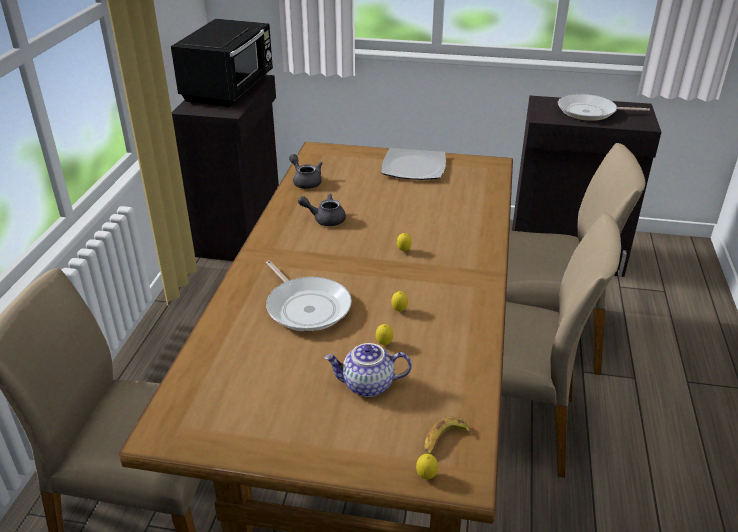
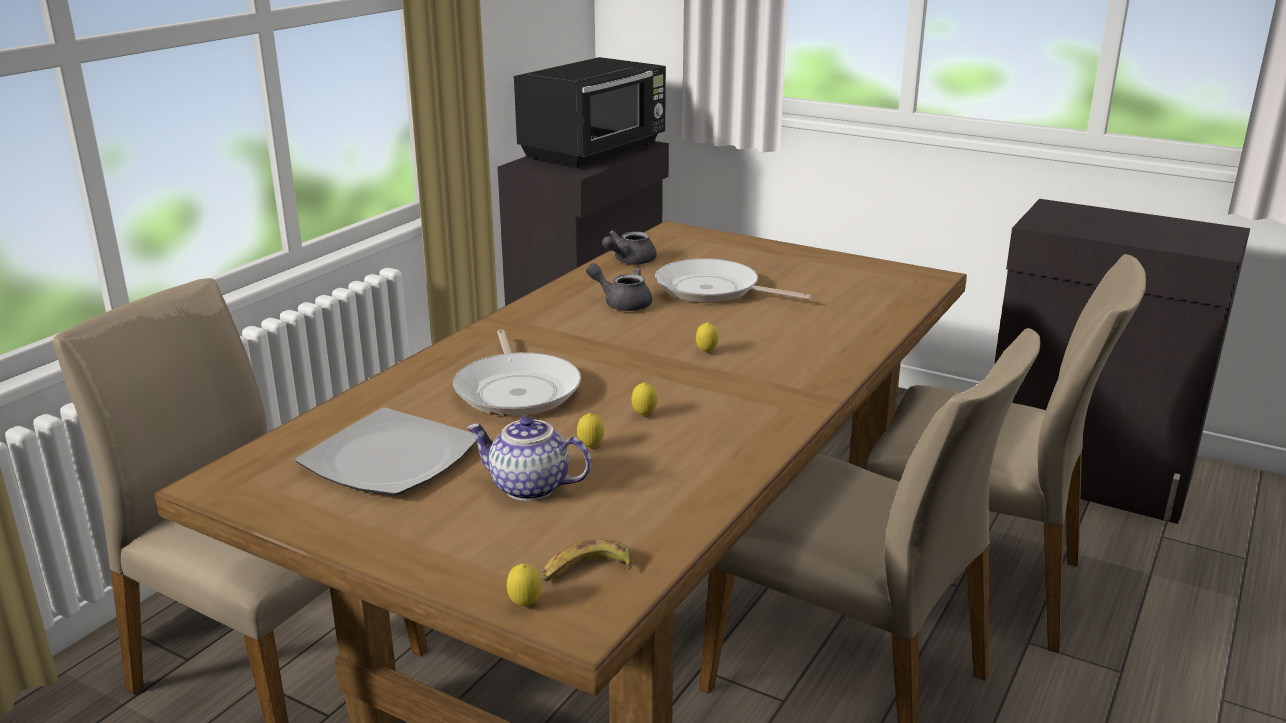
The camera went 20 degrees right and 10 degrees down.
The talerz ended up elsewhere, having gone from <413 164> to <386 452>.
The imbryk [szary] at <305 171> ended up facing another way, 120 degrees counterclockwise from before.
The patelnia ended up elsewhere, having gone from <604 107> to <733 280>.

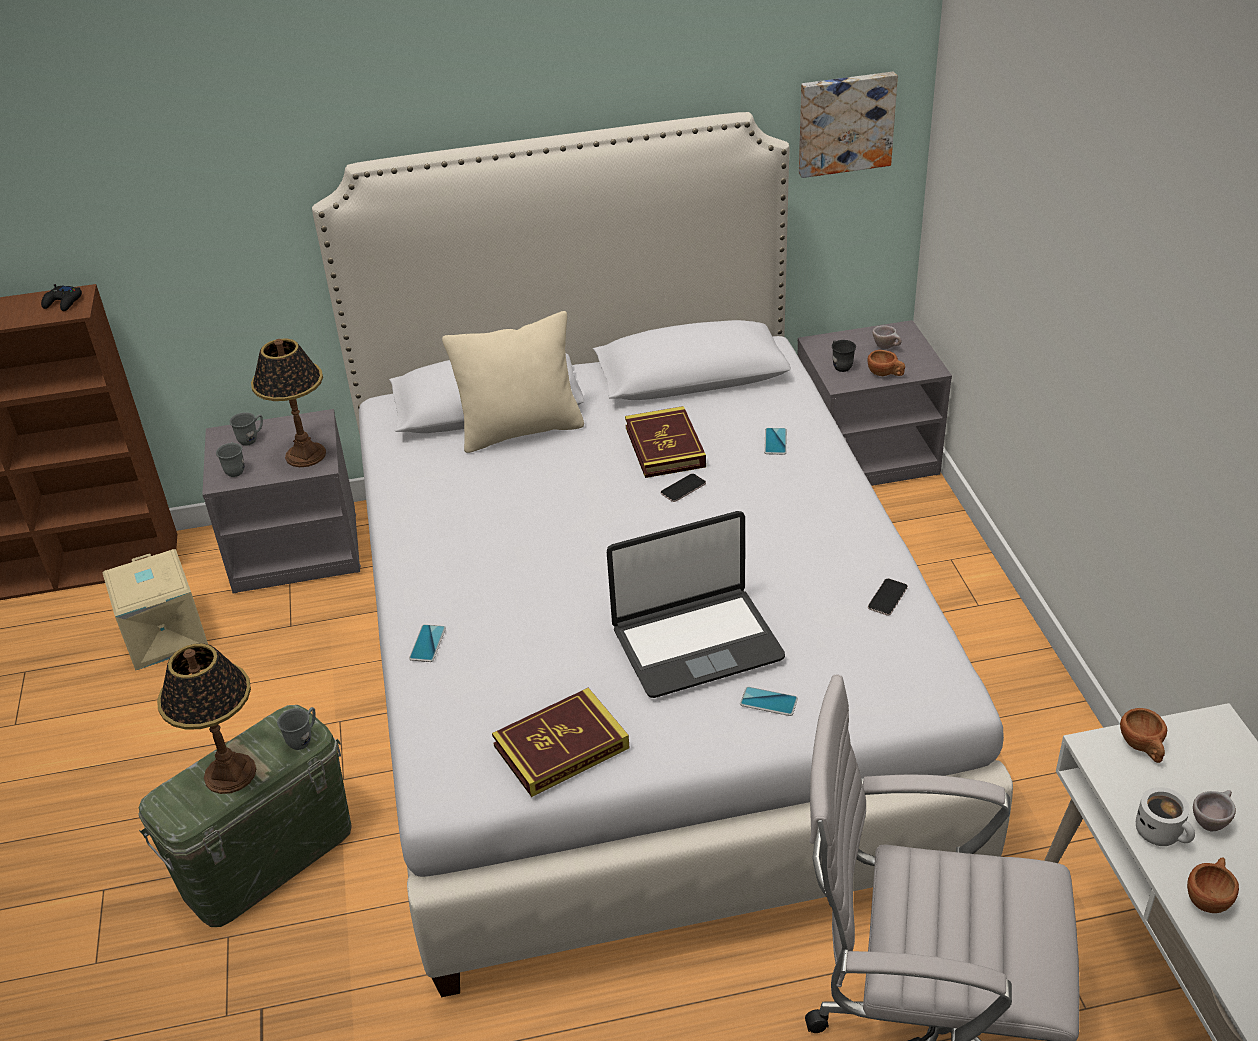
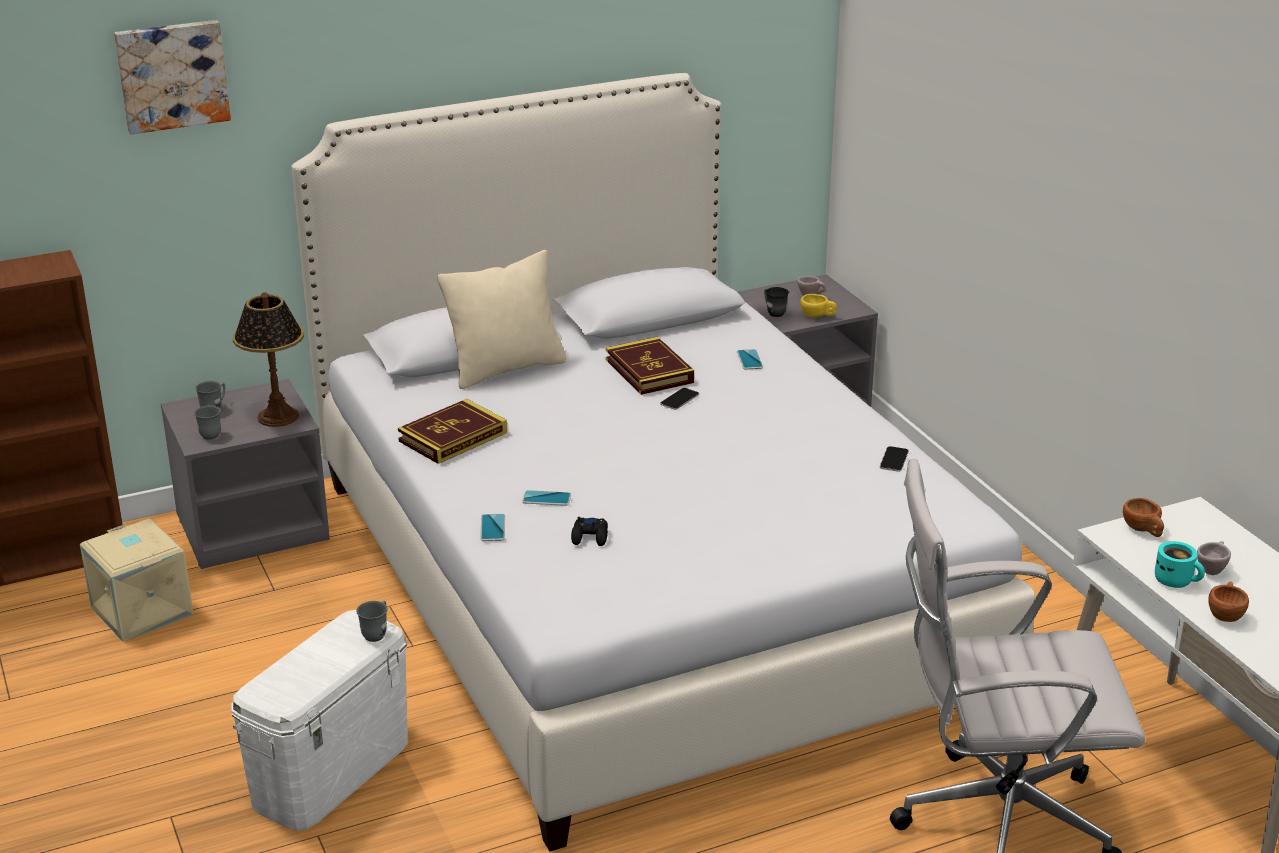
The camera went 15 degrees left and 10 degrees down.
The obraz ended up elsewhere, having gone from <848 125> to <172 77>.
What was the pojemnik do przechowywania [zielony] at <245 816> turned into the pojemnik do przechowywania [biały] at <319 720>.
The książka ended up elsewhere, having gone from <560 742> to <452 431>.
The telefon ended up elsewhere, having gone from <769 701> to <546 498>.
The pad do gier [czarny] ended up elsewhere, having gone from <61 297> to <589 531>.
What was the filiżanka [brązowy] at <886 363> turned into the filiżanka [żółty] at <818 305>.
What was the kubek [biały] at <1165 816> turned into the kubek [turkusowy] at <1180 564>.
The second view lost the lampa stołowa at <206 718>.
The second view lost the laptop at <696 604>.

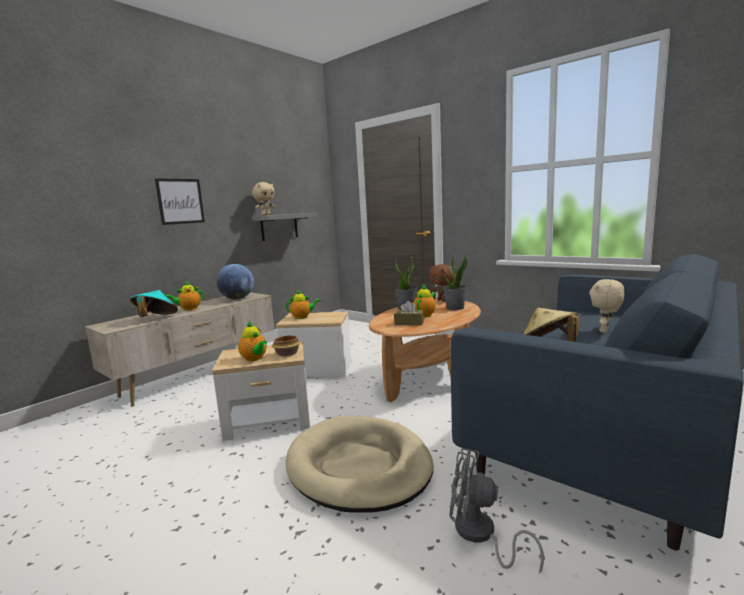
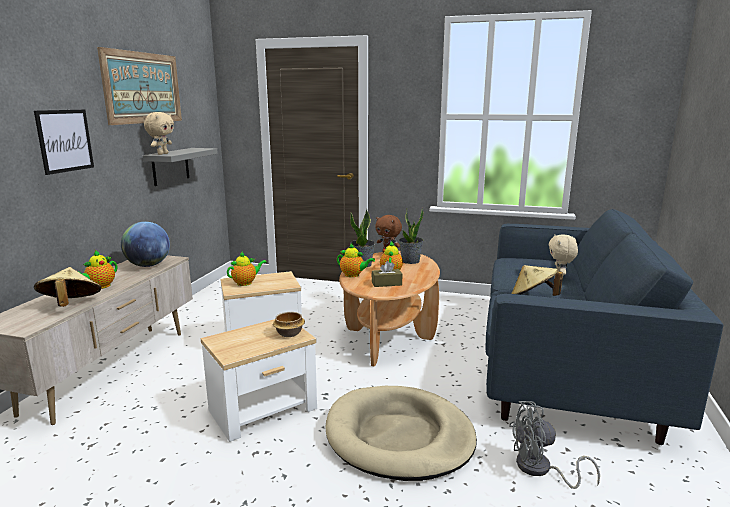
The camera went 25 degrees left and 5 degrees up.
What was the kapelusz [turkusowy] at <154 303> turned into the kapelusz [beżowy] at <67 287>.
The second view gained the obraz at <139 86>.
The imbryk ended up elsewhere, having gone from <252 341> to <356 260>.

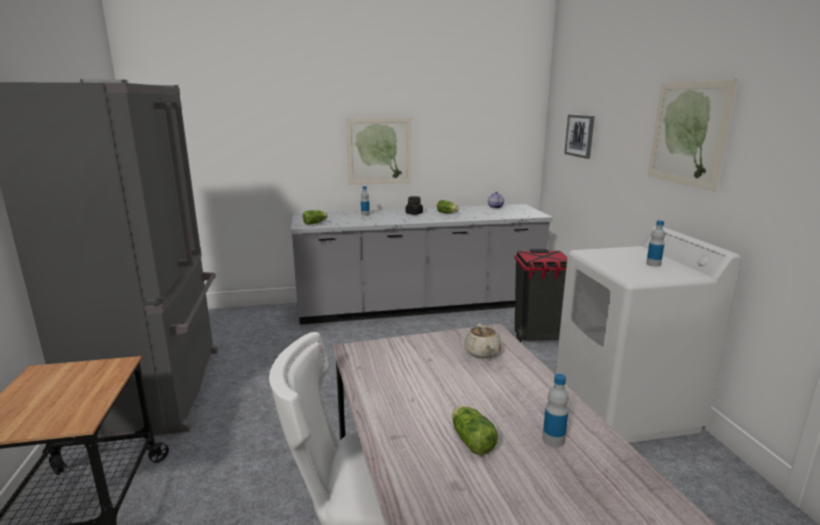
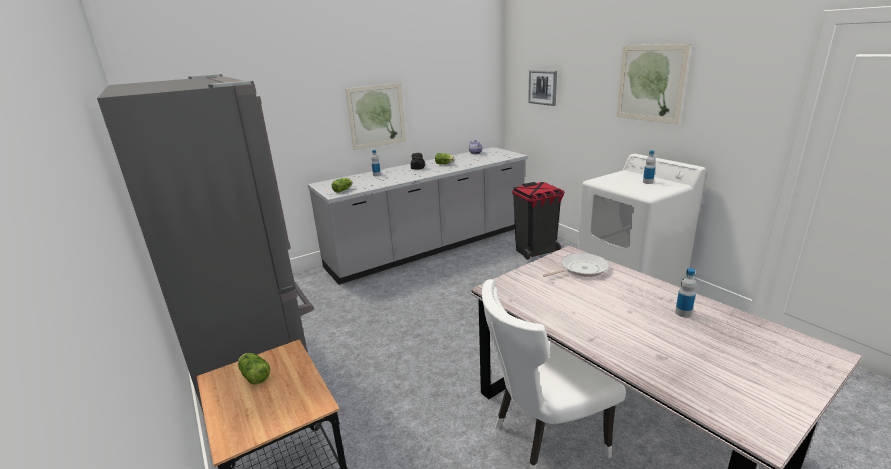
The camera went 20 degrees left and 5 degrees up.
The sałata ended up elsewhere, having gone from <475 430> to <254 369>.
Where the imbryk [beżowy] stood at <483 341>, the patelnia came to stand at <576 265>.

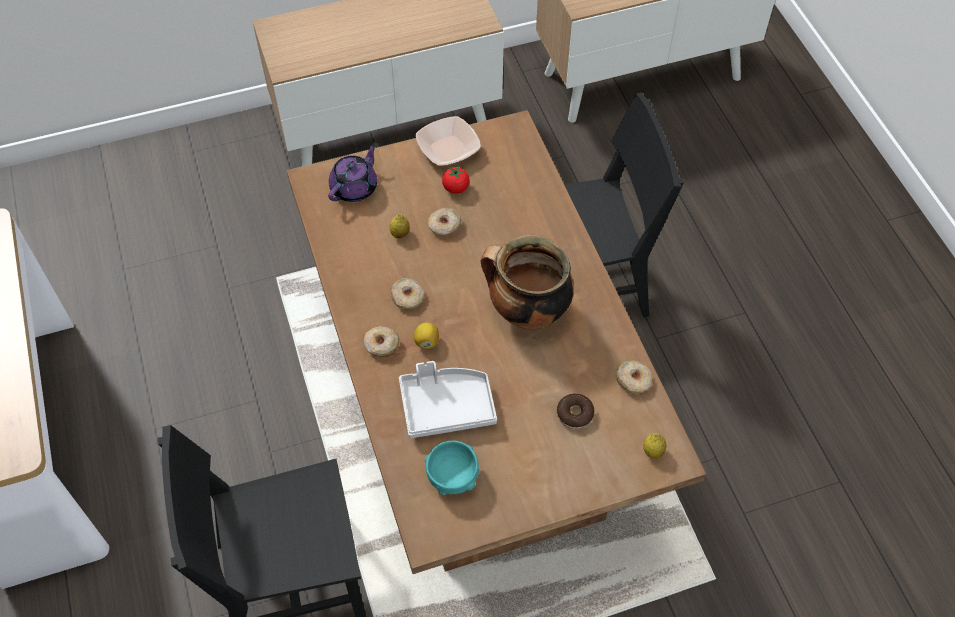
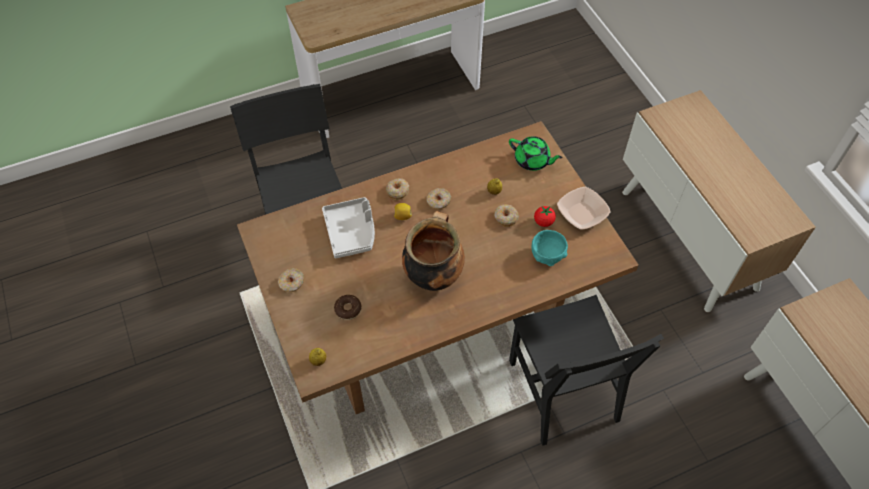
The camera went 85 degrees right and 0 degrees up.
The donut ended up elsewhere, having gone from <634 377> to <291 280>.
What was the imbryk [fioletowy] at <352 172> turned into the imbryk [zielony] at <536 153>.
The miska [turkusowy] ended up elsewhere, having gone from <452 468> to <550 248>.

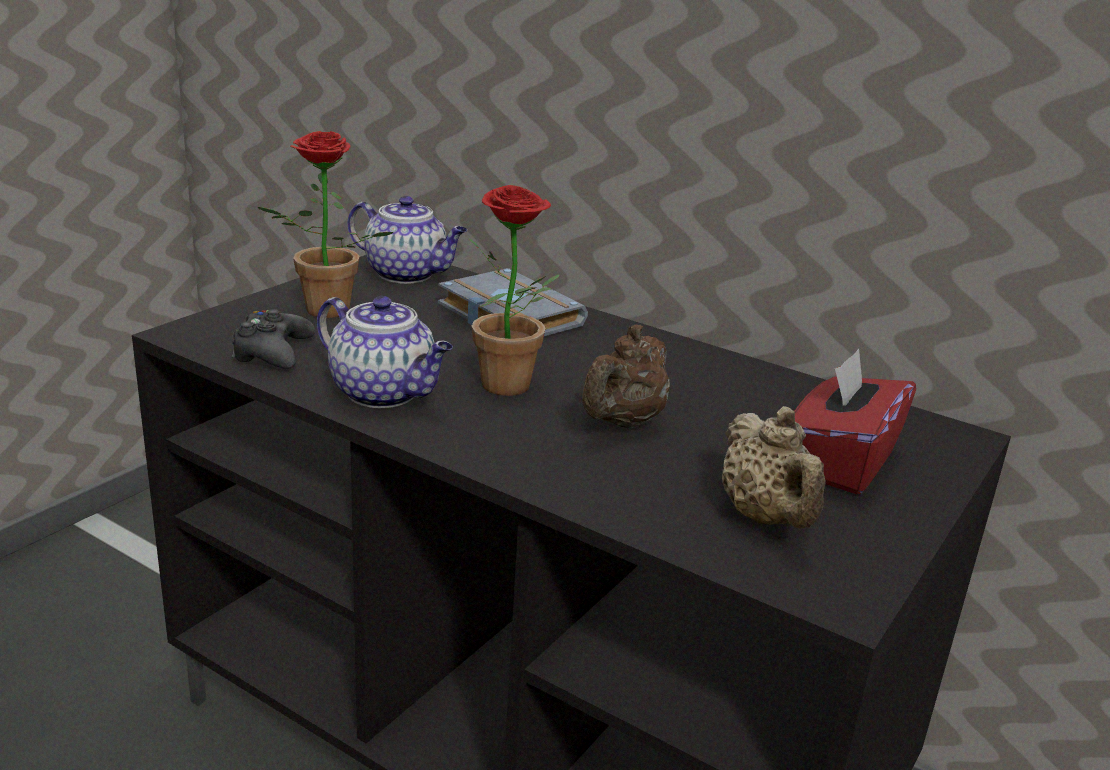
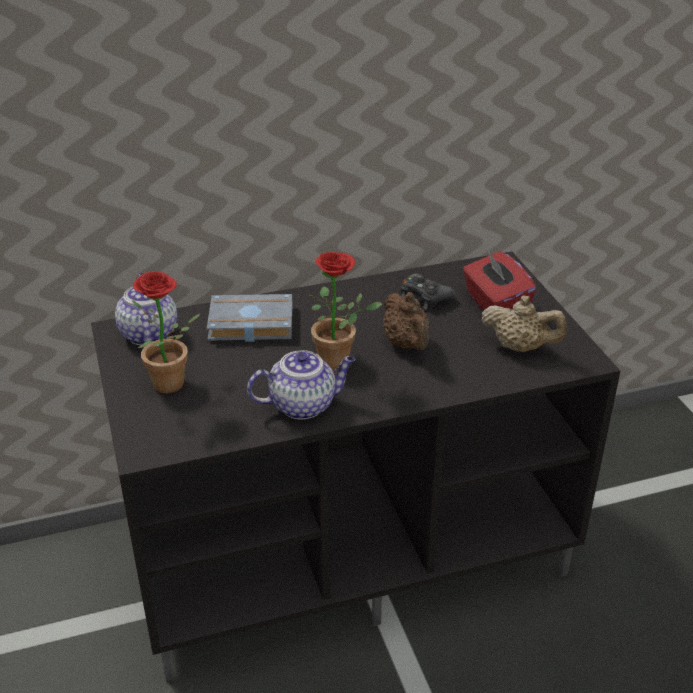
The camera went 50 degrees left and 10 degrees up.
The imbryk at <407 240> ended up facing another way, 75 degrees counterclockwise from before.
The pad do gier [czarny] ended up elsewhere, having gone from <273 339> to <428 291>.

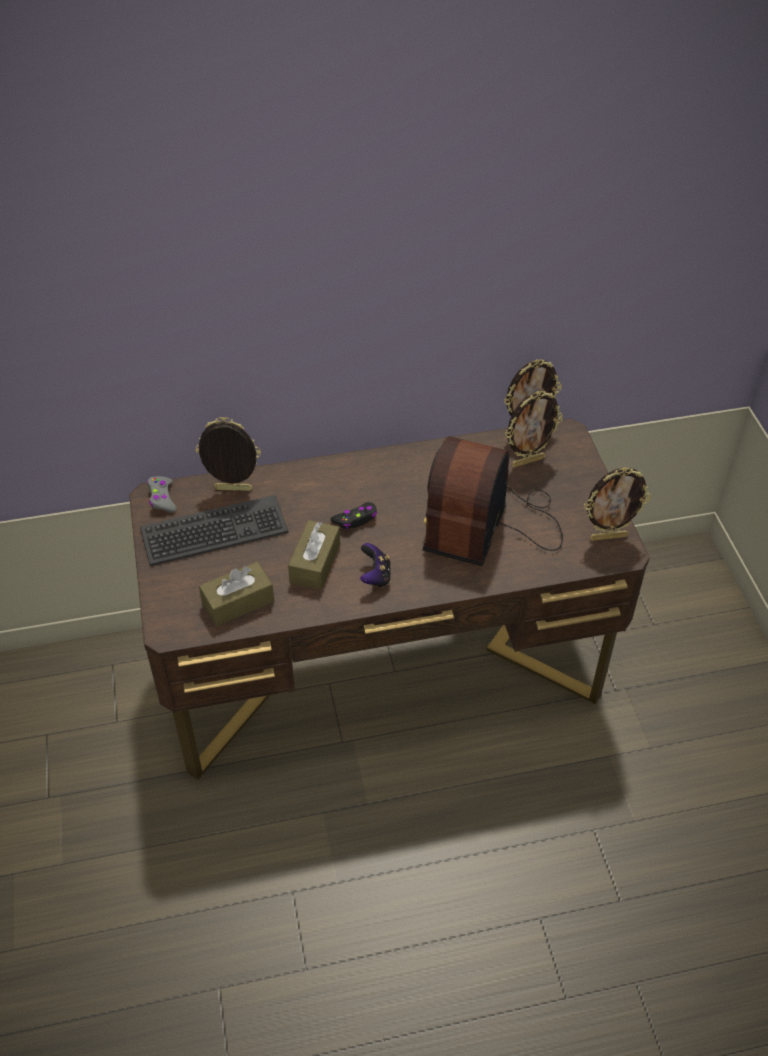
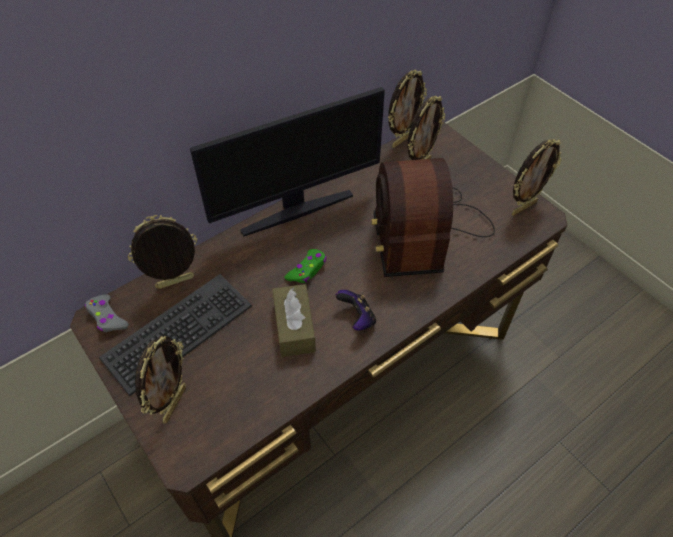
The camera went 25 degrees left and 5 degrees up.
The second view gained the ramka na zdjęcie at <160 380>.
The second view gained the monitor at <287 162>.
What was the pad do gier [czarny] at <353 515> turned into the pad do gier [zielony] at <306 266>.
The second view lost the pudełko chusteczek [brązowy] at <236 594>.

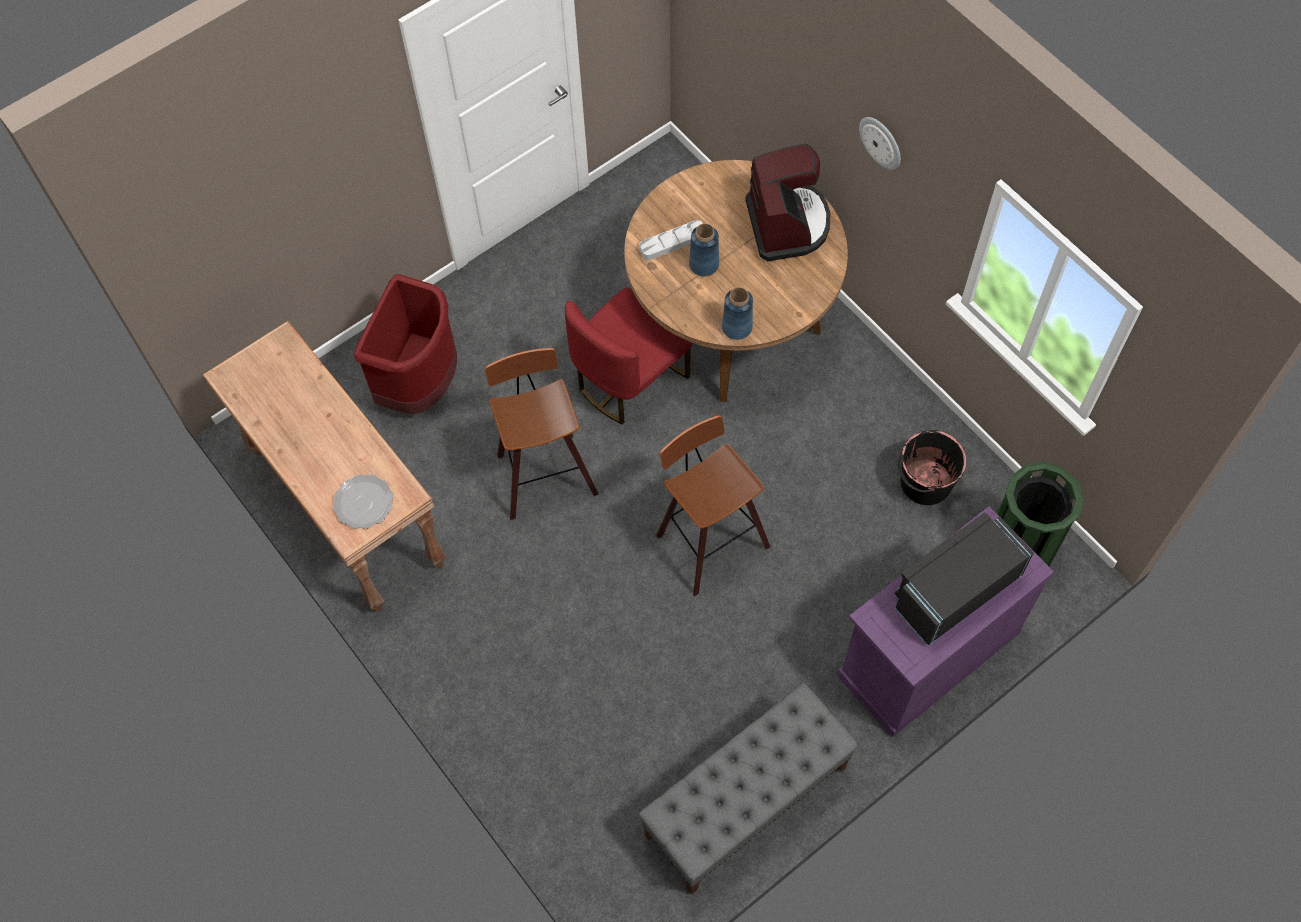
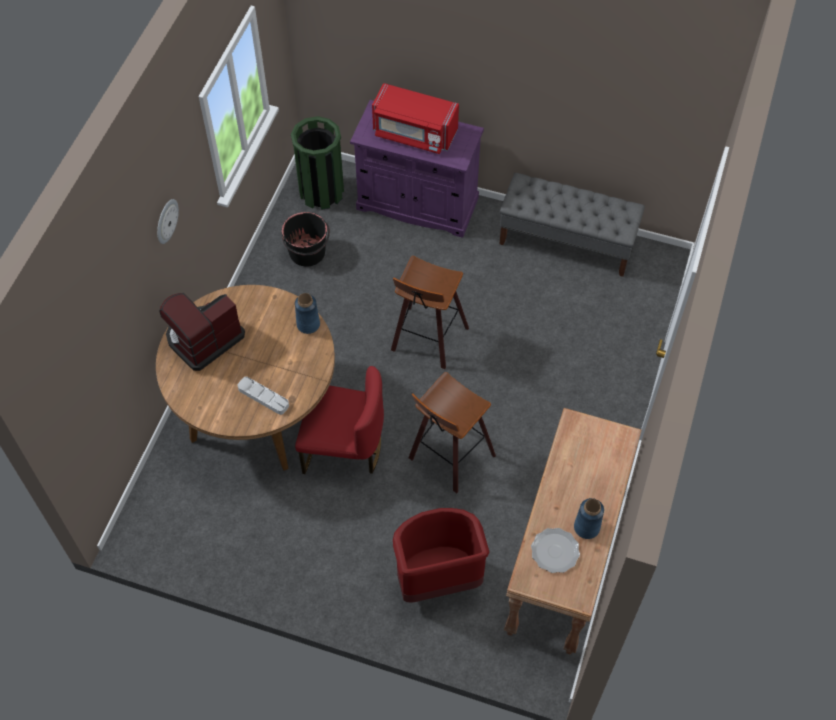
The camera went 125 degrees left and 5 degrees down.
What was the mikrofalówka [czarny] at <964 579> turned into the mikrofalówka [czerwony] at <415 118>.
The talerz ended up elsewhere, having gone from <363 502> to <555 550>.
The wazon [niebieski] ended up elsewhere, having gone from <704 250> to <589 518>.

